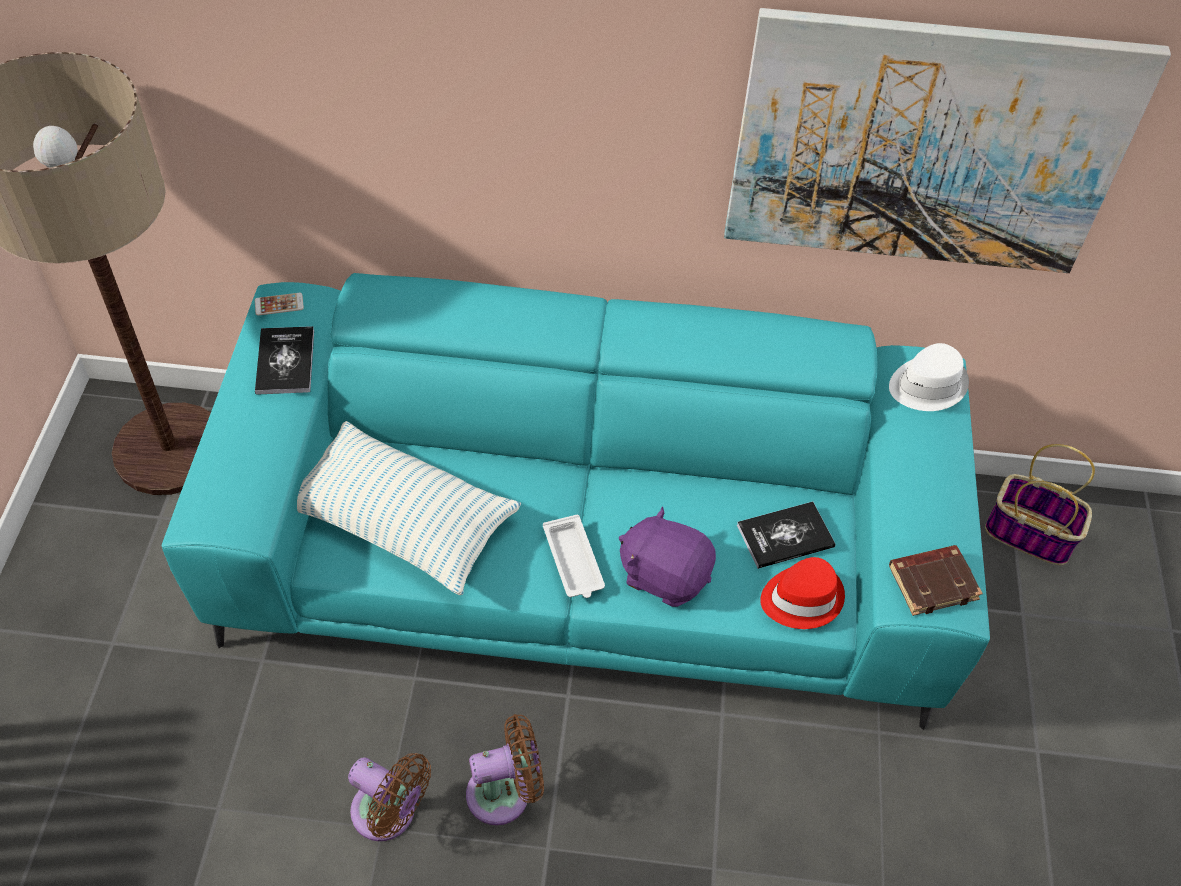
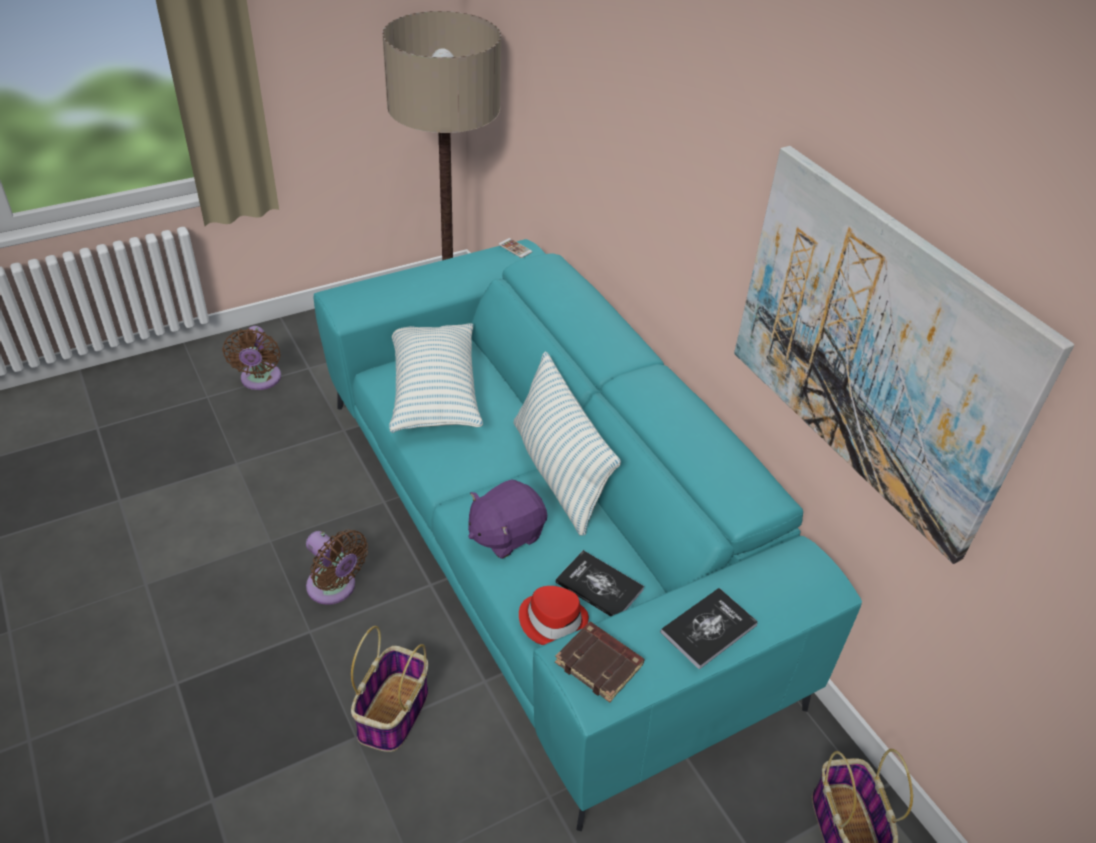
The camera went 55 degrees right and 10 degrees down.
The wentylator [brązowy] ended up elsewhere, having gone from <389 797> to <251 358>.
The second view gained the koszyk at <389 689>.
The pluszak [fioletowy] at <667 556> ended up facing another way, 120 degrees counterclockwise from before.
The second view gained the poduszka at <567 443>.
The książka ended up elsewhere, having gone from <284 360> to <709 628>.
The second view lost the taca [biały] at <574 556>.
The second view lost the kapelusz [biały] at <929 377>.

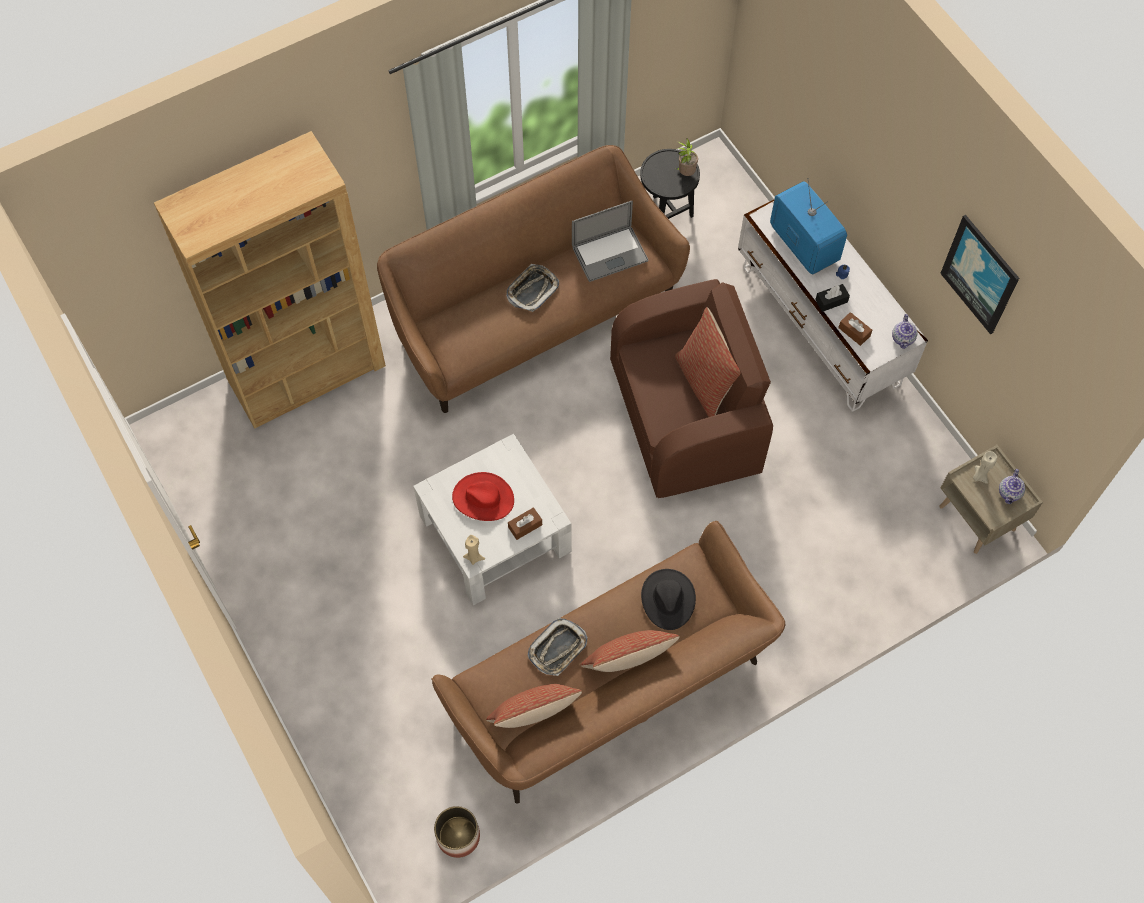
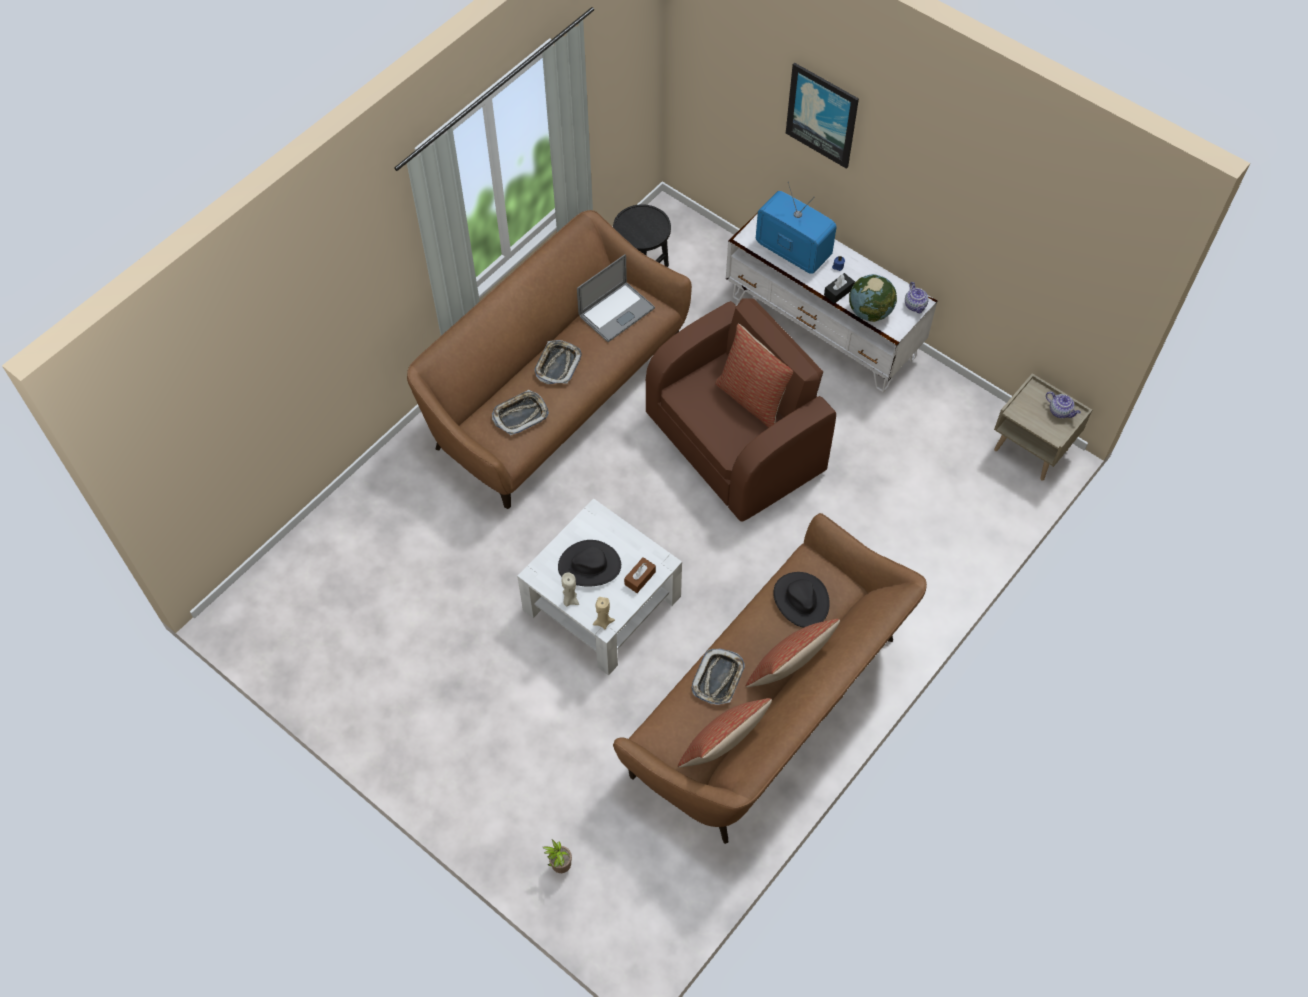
The camera went 20 degrees left and 5 degrees down.
The second view gained the taca at <520 412>.
The roślina doniczkowa ended up elsewhere, having gone from <687 157> to <557 856>.
What was the kapelusz [czerwony] at <483 496> turned into the kapelusz [czarny] at <589 563>.
The świeca [beżowy] ended up elsewhere, having gone from <985 467> to <570 589>.
The obraz ended up elsewhere, having gone from <979 274> to <822 116>.
Where the pudełko chusteczek [brązowy] stood at <855 329>, the globus came to stand at <873 298>.
The imbryk at <1012 486> ended up facing another way, 45 degrees counterclockwise from before.
The second view lost the regał [brązowy] at <270 280>.
The second view lost the donica at <457 832>.

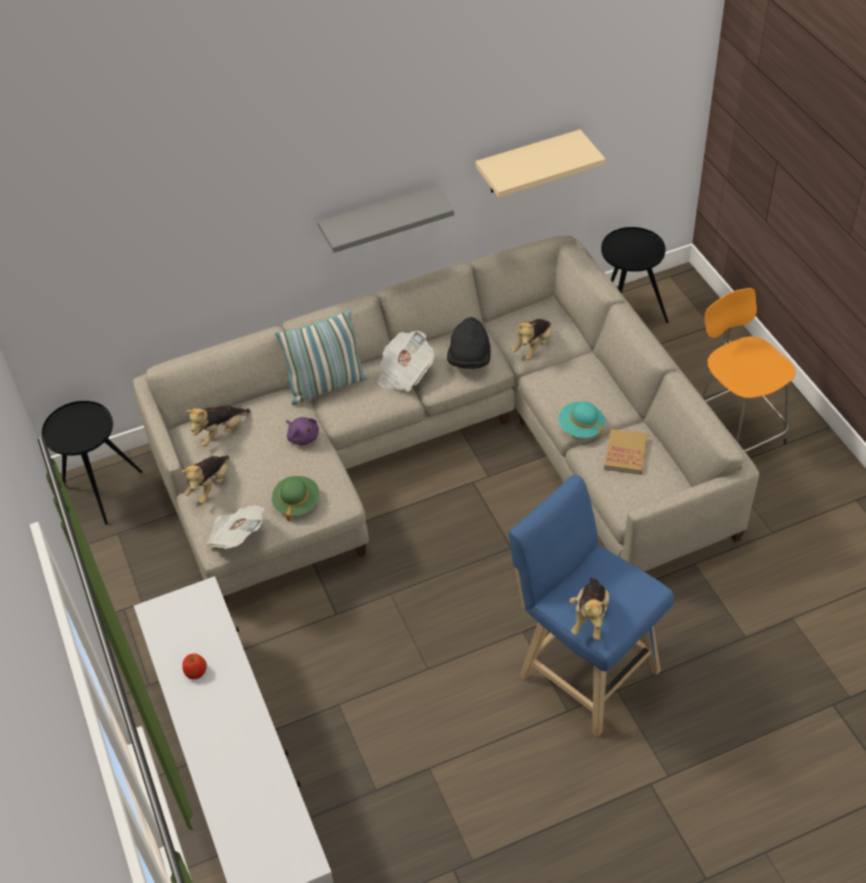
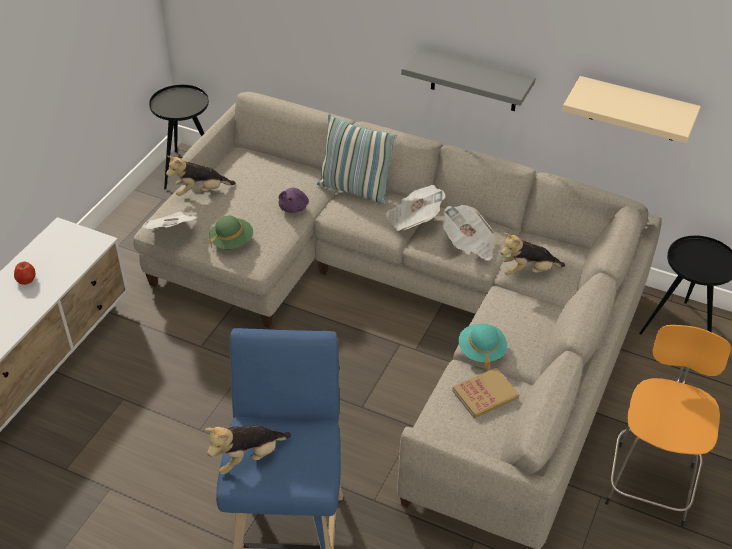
The camera went 45 degrees right and 5 degrees down.
Where the kapelusz [czarny] stood at <469 343>, the gazeta came to stand at <470 233>.
The second view lost the pluszak at <217 426>.

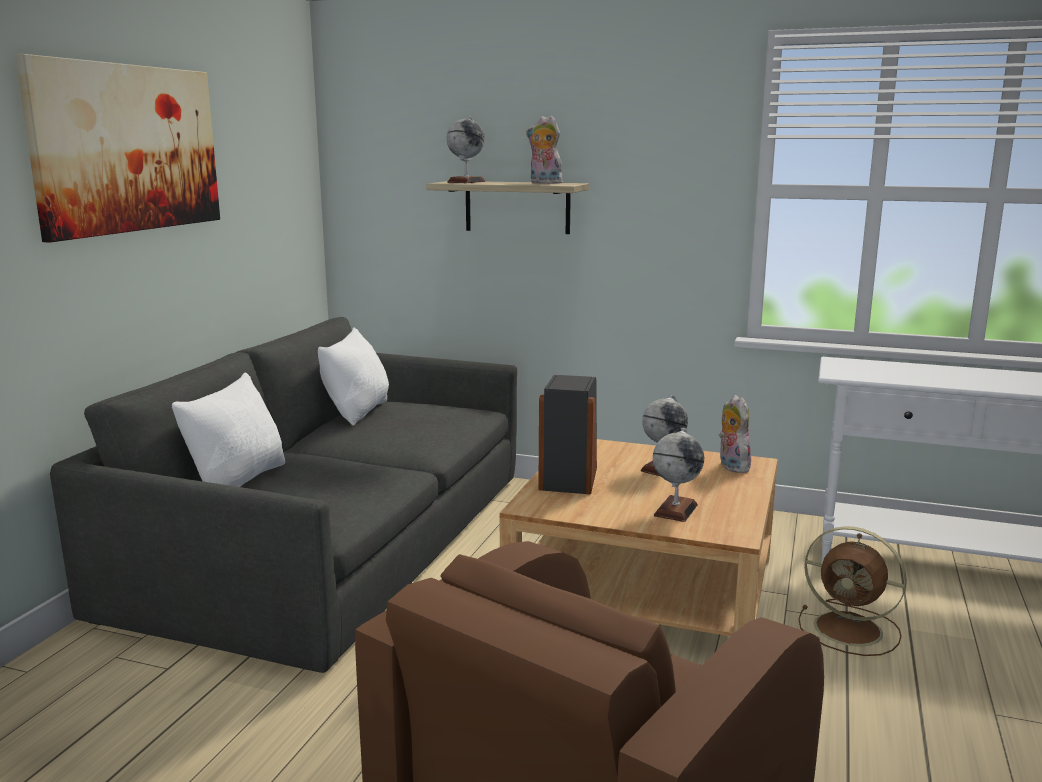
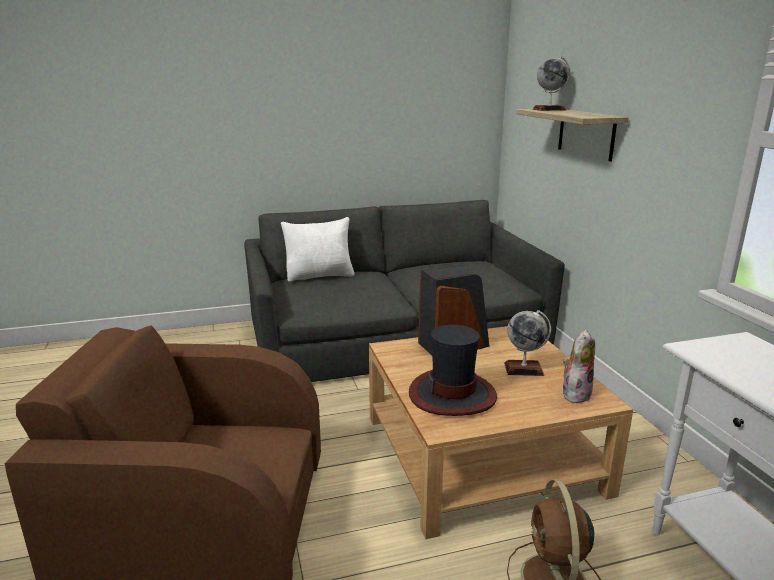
The camera went 55 degrees right and 5 degrees up.
Where the globus stood at <678 475>, the kapelusz came to stand at <453 370>.
The second view lost the obraz at <117 148>.
The second view lost the poduszka [biały] at <353 377>.
The second view lost the pluszak at <544 150>.

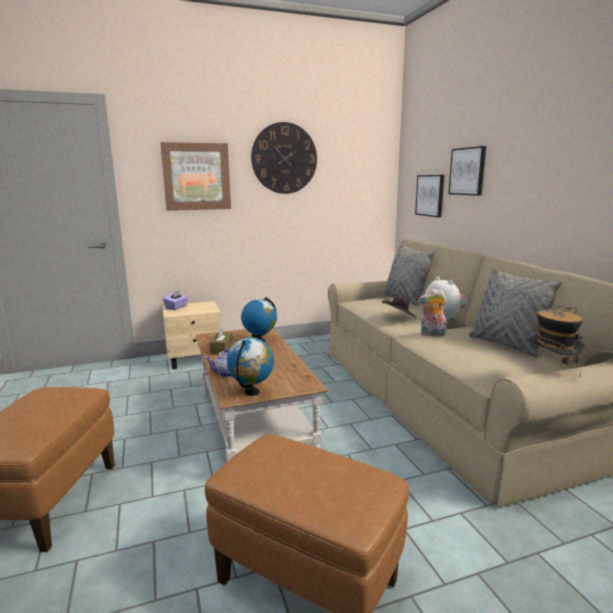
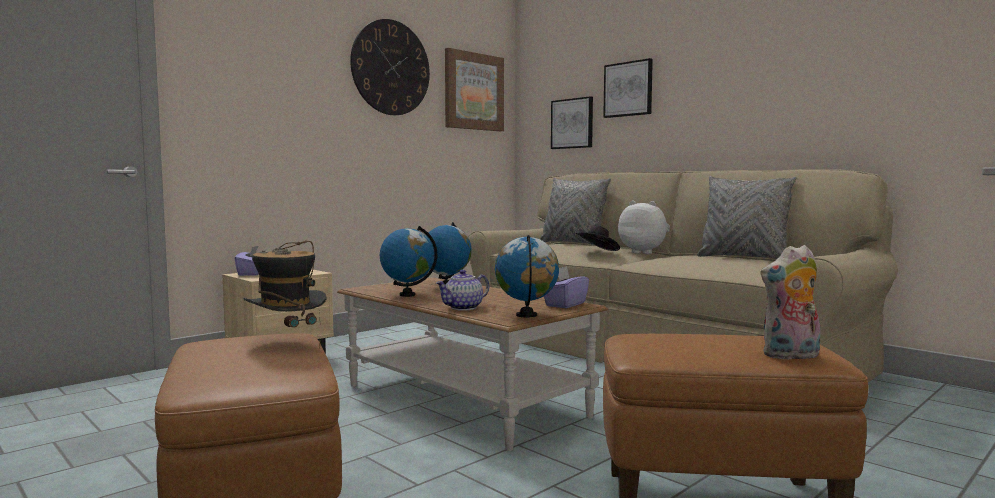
The camera went 25 degrees left and 10 degrees down.
The kapelusz ended up elsewhere, having gone from <556 342> to <285 294>.
Where the pudełko chusteczek [brązowy] stood at <221 340>, the globus came to stand at <408 261>.
The obraz ended up elsewhere, having gone from <195 176> to <474 89>.
The second view gained the pudełko chusteczek [fioletowy] at <566 287>.
The pluszak ended up elsewhere, having gone from <432 313> to <790 302>.

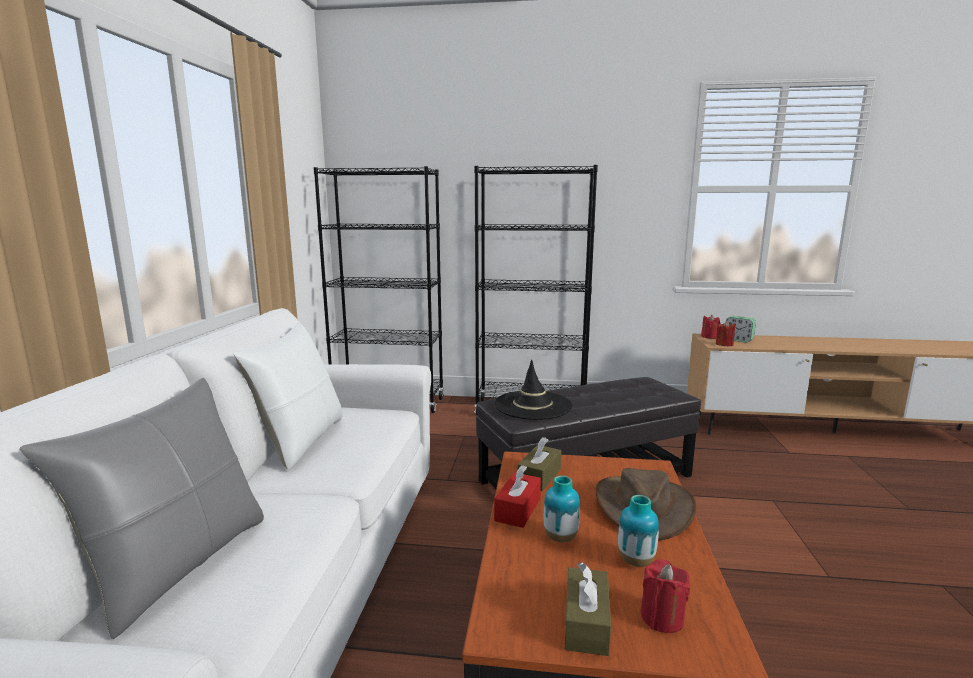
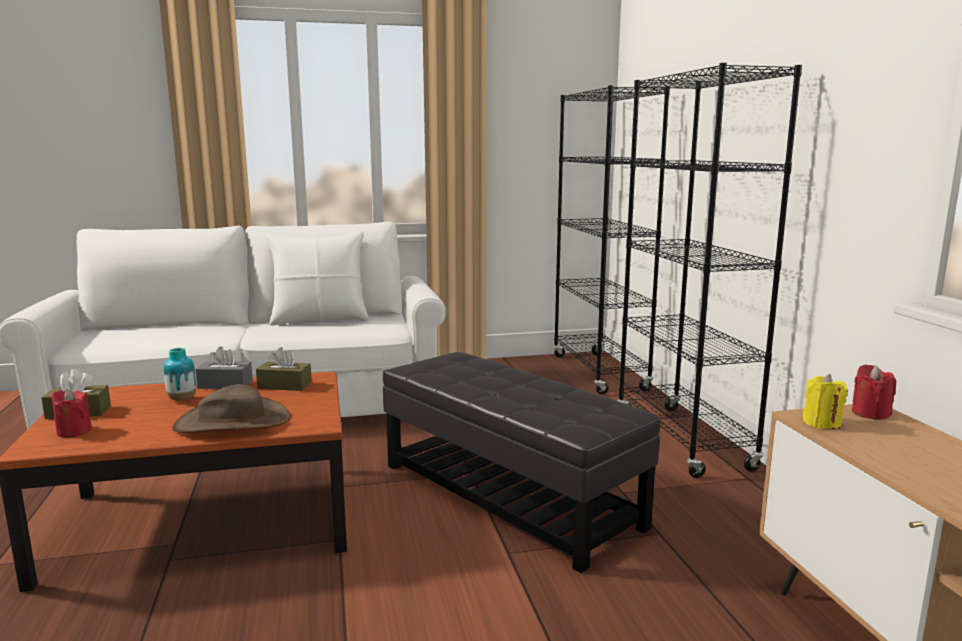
The camera went 70 degrees right and 0 degrees up.
What was the pudełko chusteczek [czerwony] at <517 496> turned into the pudełko chusteczek [szary] at <224 368>.
What was the świeca [czerwony] at <726 333> turned into the świeca [żółty] at <825 402>.
The second view lost the poduszka [szary] at <141 508>.
The second view lost the kapelusz [czarny] at <533 390>.
The second view lost the wazon at <638 531>.
The second view lost the budzik at <741 329>.

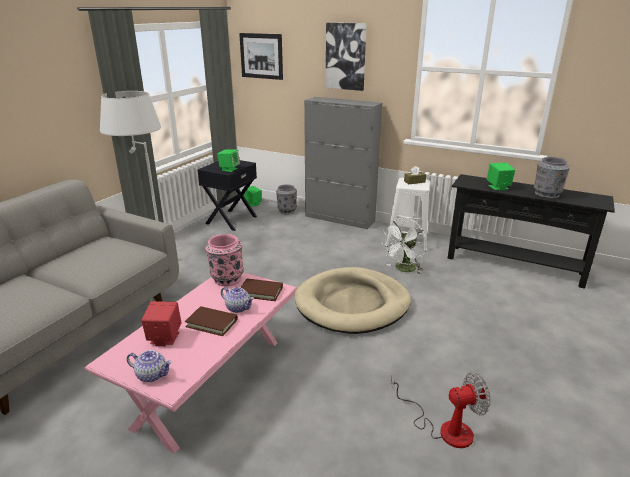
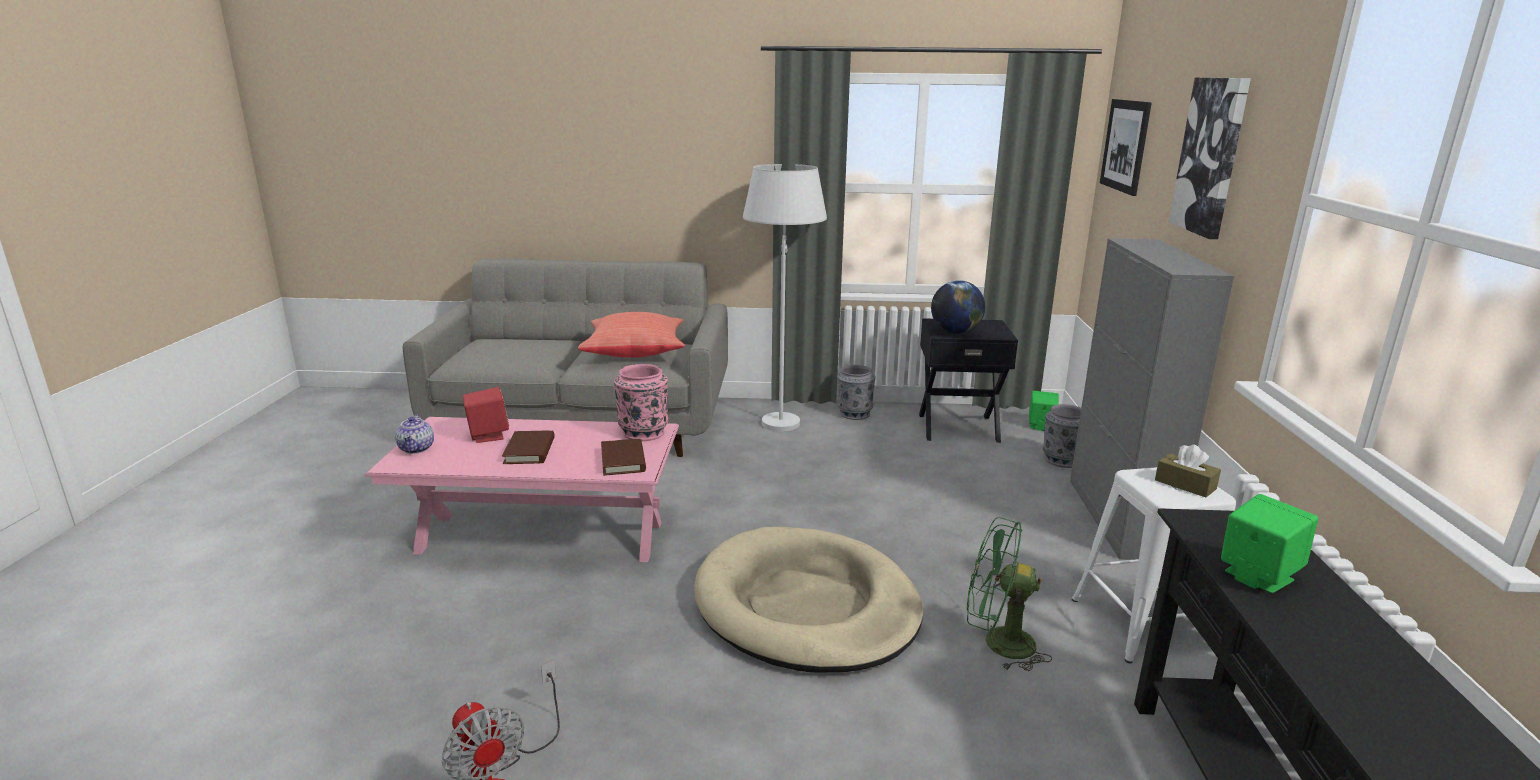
The camera went 65 degrees right and 5 degrees down.
The second view gained the poduszka [czerwony] at <631 335>.
The wazon [szary] ended up elsewhere, having gone from <552 177> to <856 392>.
Where the głośnik [zielony] stood at <228 160>, the globus came to stand at <958 307>.
What was the wentylator [biały] at <403 246> turned into the wentylator [zielony] at <1009 594>.
The second view lost the imbryk at <237 300>.

